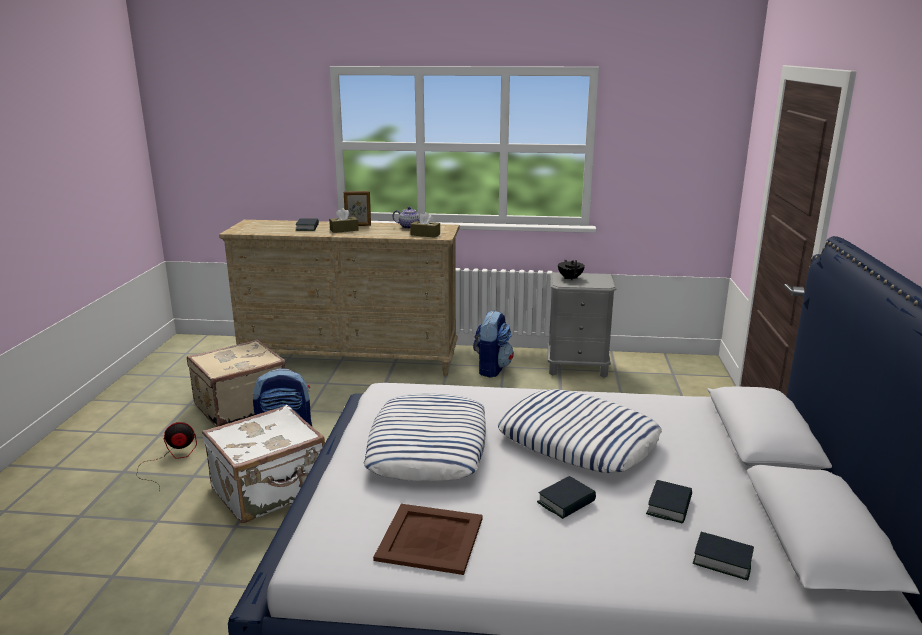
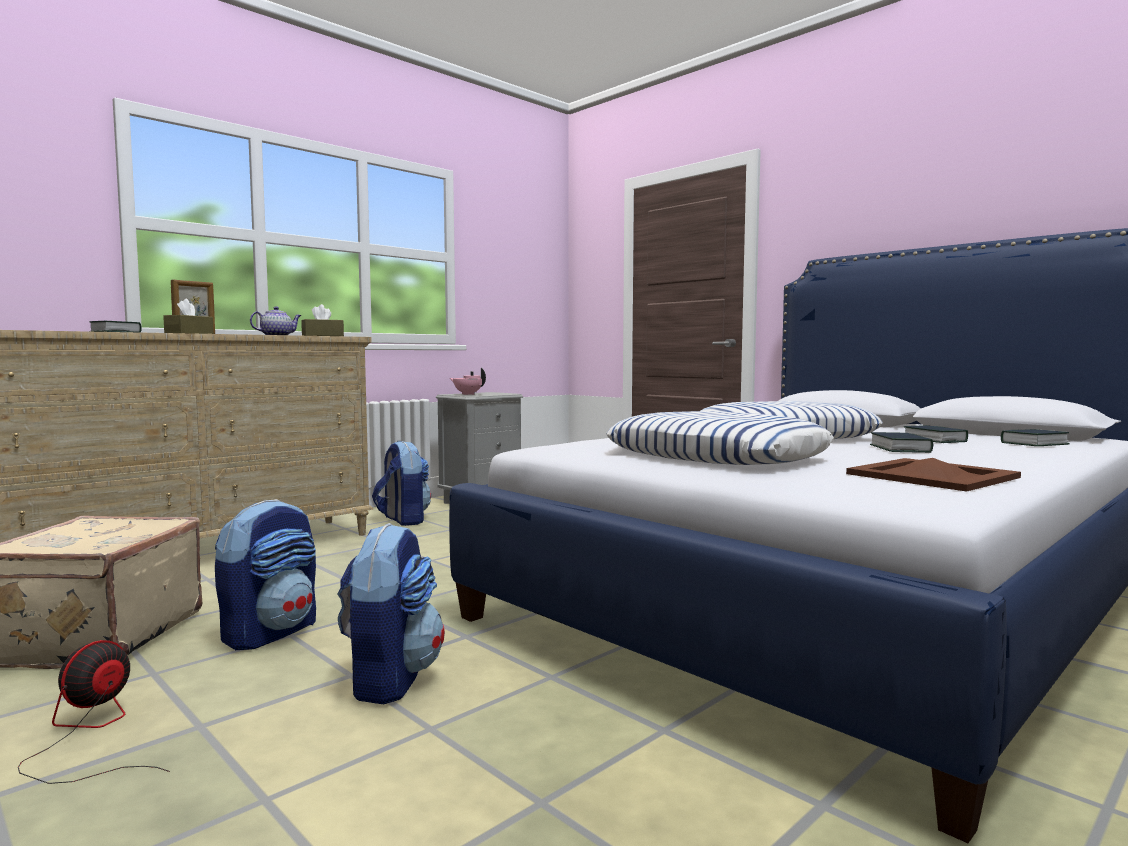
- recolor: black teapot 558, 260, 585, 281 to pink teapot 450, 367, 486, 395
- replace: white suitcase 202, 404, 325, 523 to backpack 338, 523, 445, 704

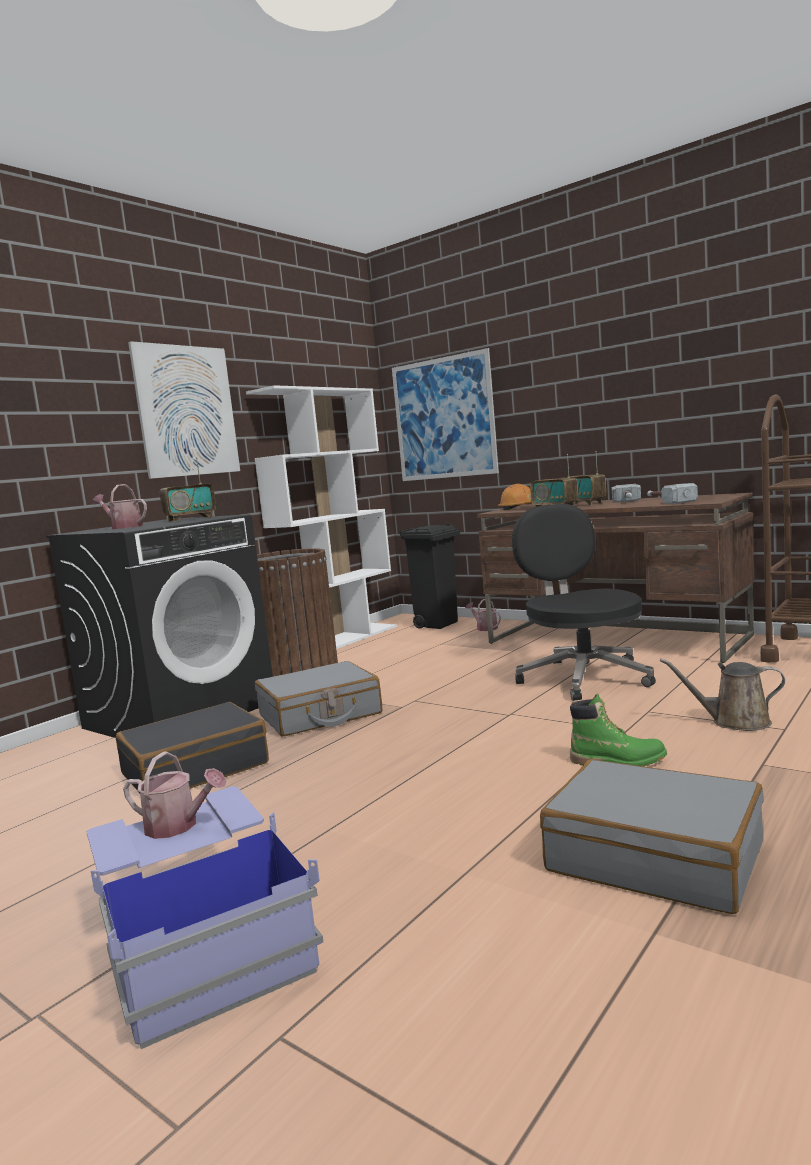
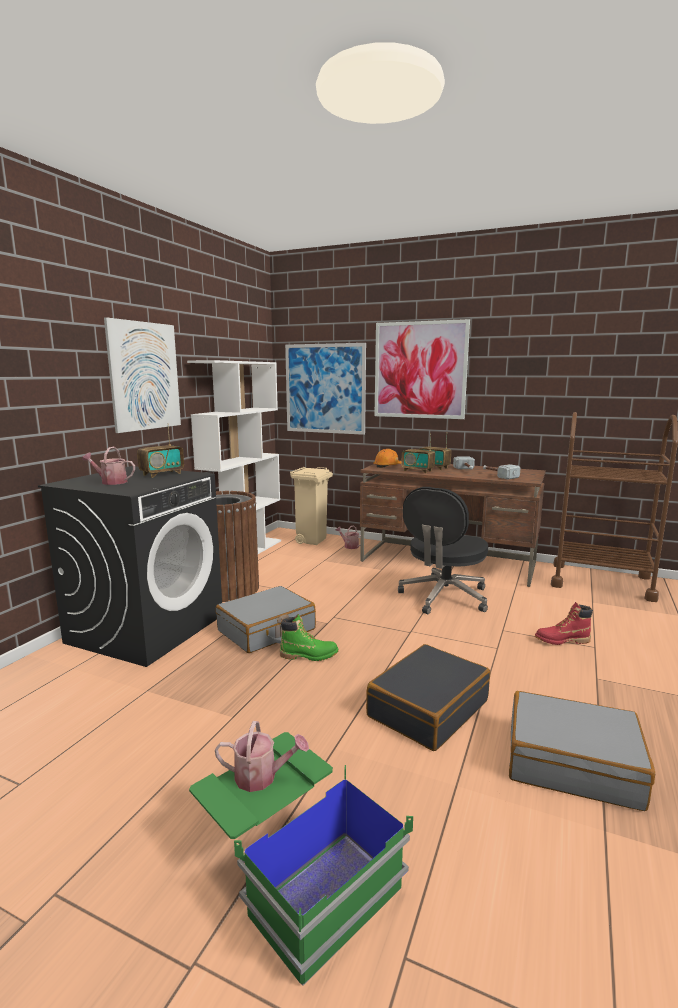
- rotate: black office chair 512, 504, 656, 701 = 398, 487, 488, 614 120 degrees counterclockwise
- recolor: black trash can 399, 524, 460, 629 to beige trash can 290, 467, 333, 545
- replace: brown watering can 660, 659, 785, 731 to red boot 535, 602, 593, 645
- move: green boot 570, 694, 667, 766 to 280, 614, 339, 661
- move: black suitcase 116, 702, 269, 793 to 366, 644, 490, 751
- recolor: blue storage box 87, 786, 323, 1049 to green storage box 189, 732, 413, 986
- insert: picture 375, 319, 470, 419

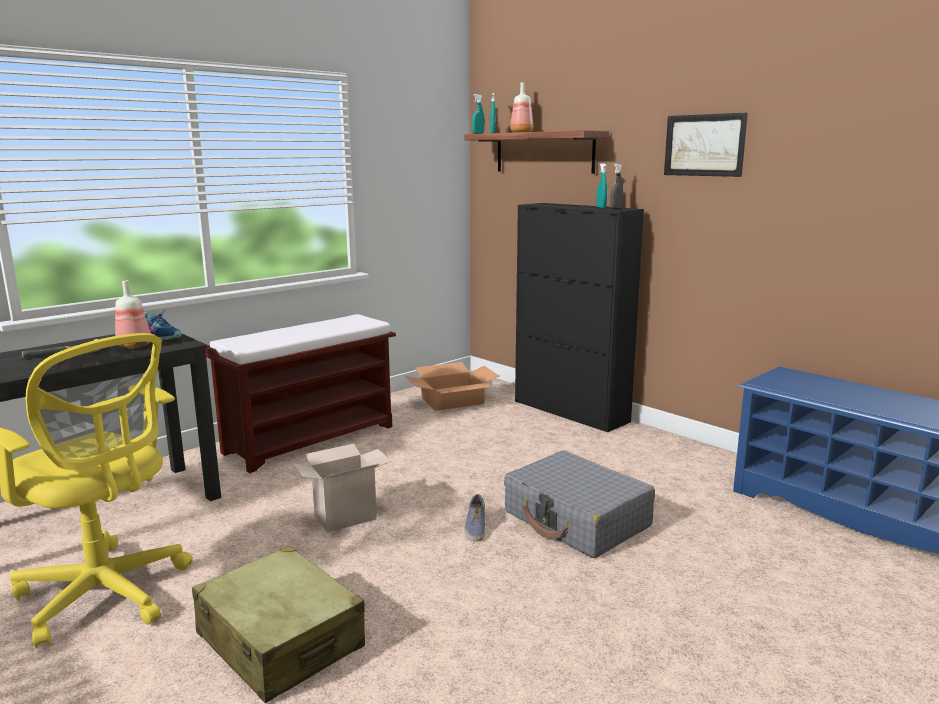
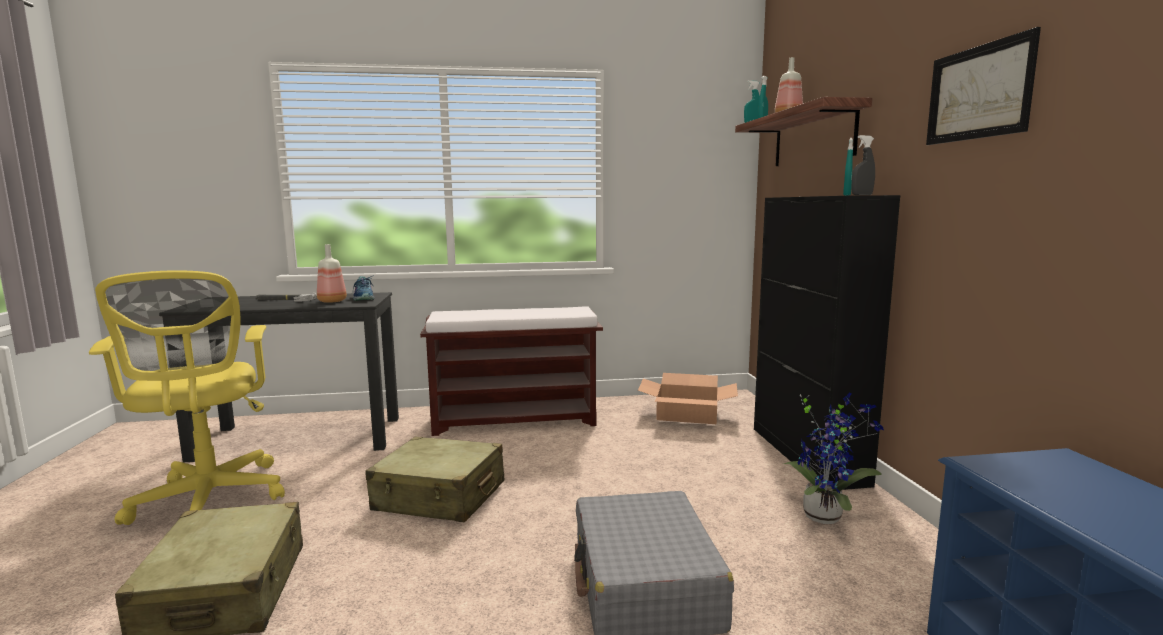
- replace: cardboard box 293, 444, 392, 533 to beige suitcase 365, 437, 504, 522
- delete: shoe 464, 494, 485, 542
- insert: potted plant 784, 392, 884, 524

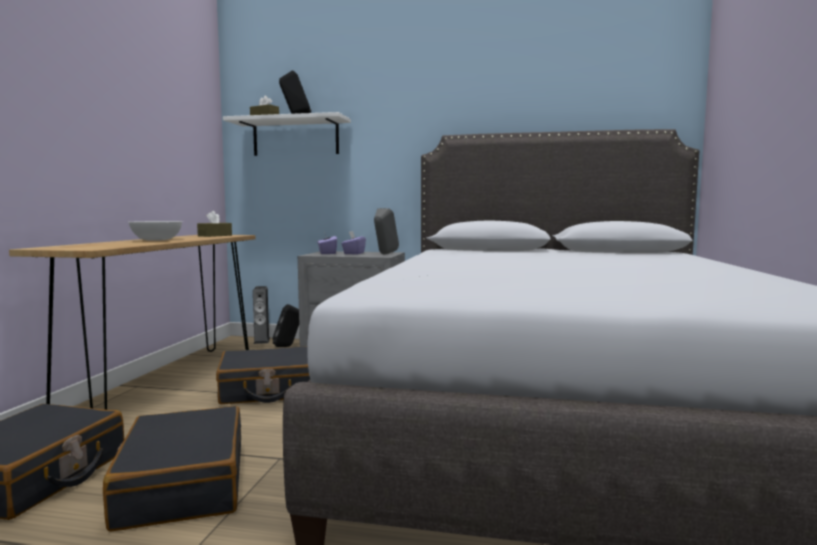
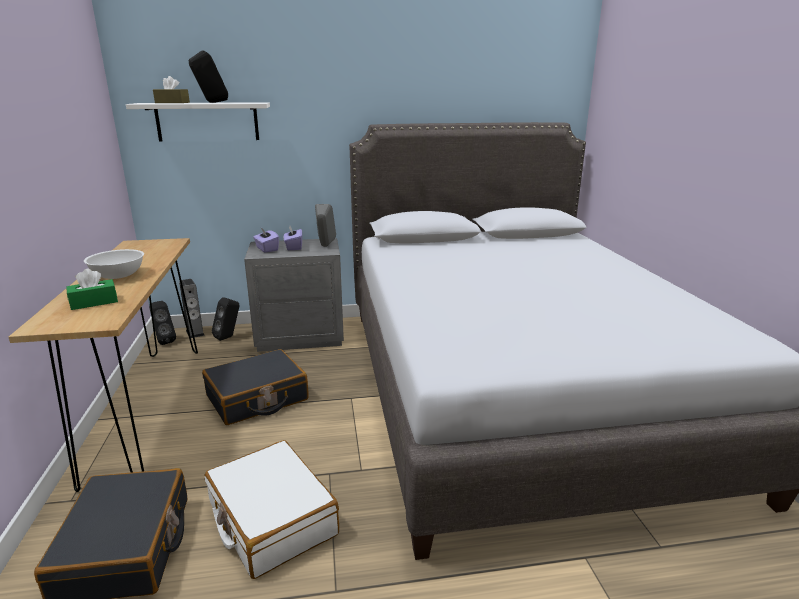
- delete: brown tissue box 197, 211, 232, 237
- recolor: black suitcase 103, 406, 241, 532 to white suitcase 205, 440, 339, 579
- insert: green tissue box 66, 268, 118, 310
- insert: black speaker 149, 301, 176, 345

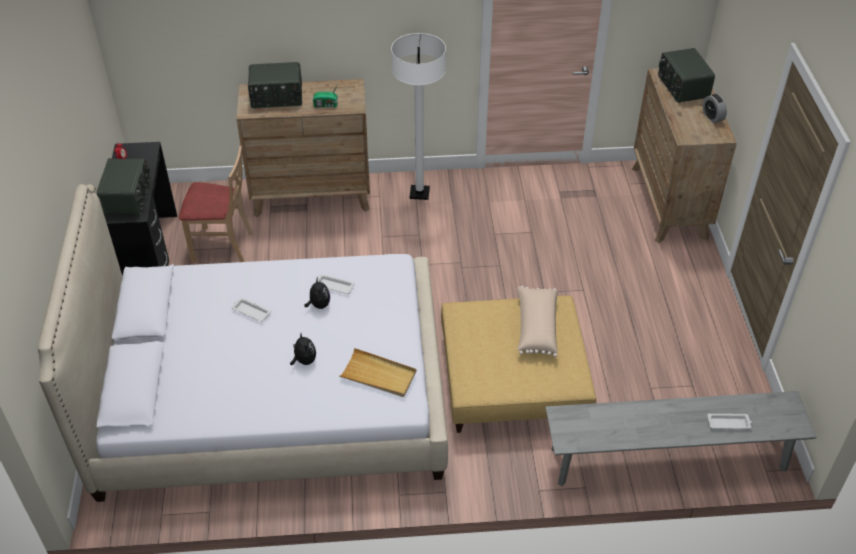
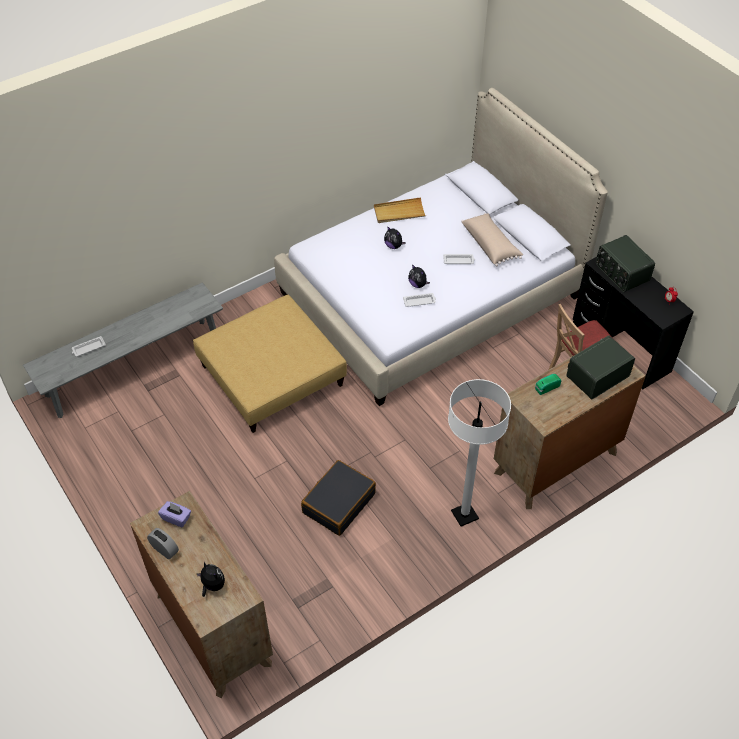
- replace: radio 658, 48, 715, 103 to plush toy 197, 561, 225, 597
- move: beige pillow 517, 286, 558, 357 to 461, 213, 523, 267
- move: beige tray 339, 348, 417, 397 to 374, 197, 426, 223
- insert: black suitcase 301, 460, 376, 536
- insert: purple tissue box 158, 501, 191, 527

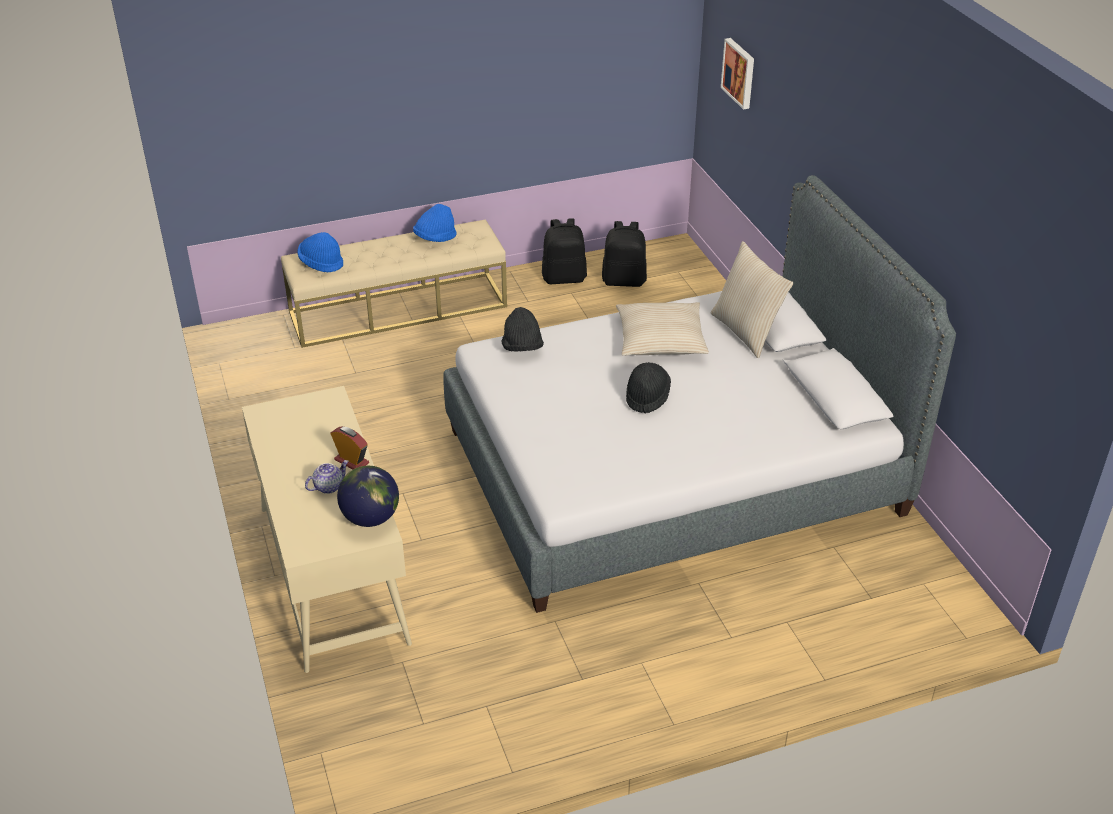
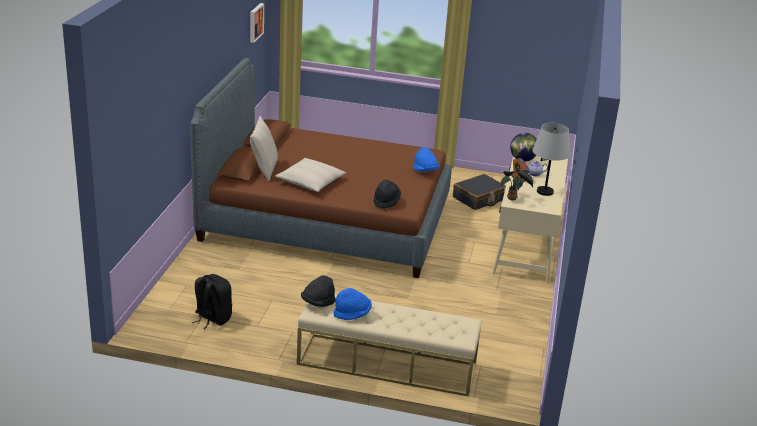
- move: picture 721, 38, 754, 109 to 250, 3, 264, 43
- recolor: grey bed 443, 175, 956, 613 to brown bed 190, 58, 452, 278
- delete: black backpack 542, 218, 587, 284
- move: blue hat 297, 232, 343, 272 to 413, 147, 440, 172
- move: black hat 626, 362, 671, 414 to 301, 275, 336, 307
- insert: grey table lamp 533, 123, 570, 196
- insert: potted plant 501, 171, 533, 200
- insert: black suitcase 453, 174, 506, 210

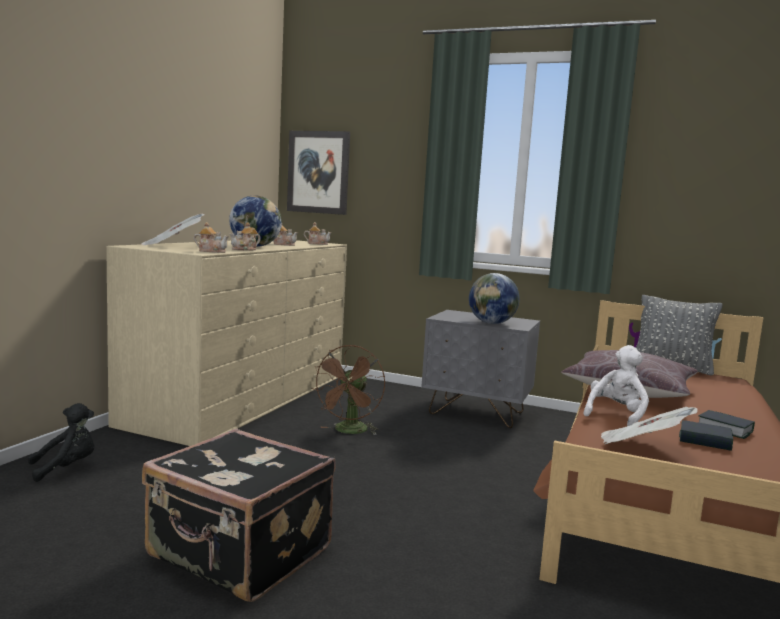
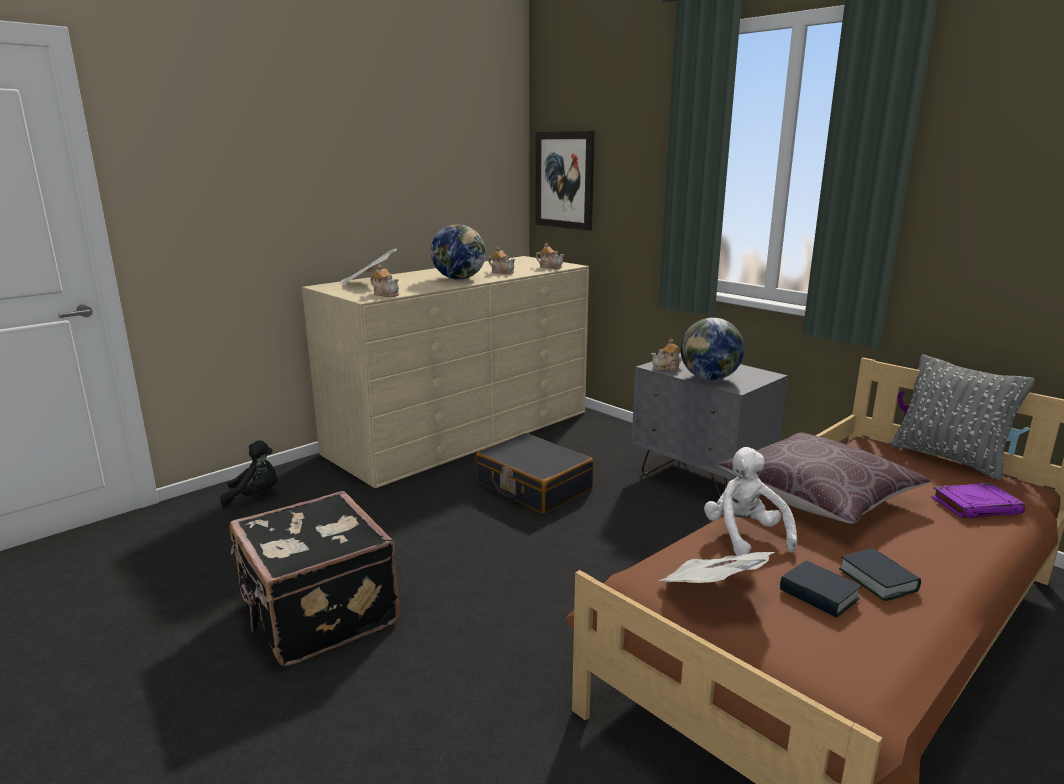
- move: teapot 230, 222, 261, 251 to 651, 339, 682, 371
- replace: brown fan 311, 345, 385, 435 to black suitcase 475, 433, 594, 514
- rotate: white plush toy 583, 345, 649, 426 = 704, 447, 797, 556 75 degrees counterclockwise
- insert: purple book 932, 483, 1025, 518

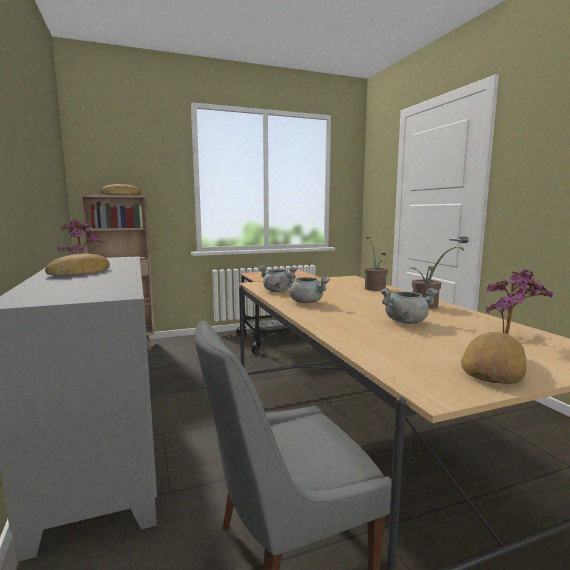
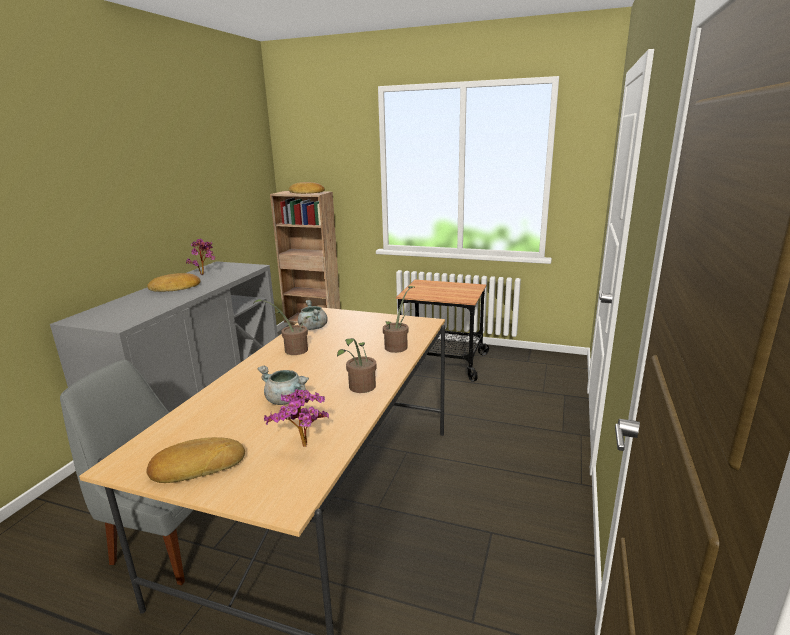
- replace: grey cooking pot 285, 272, 330, 303 to potted plant 254, 299, 312, 355

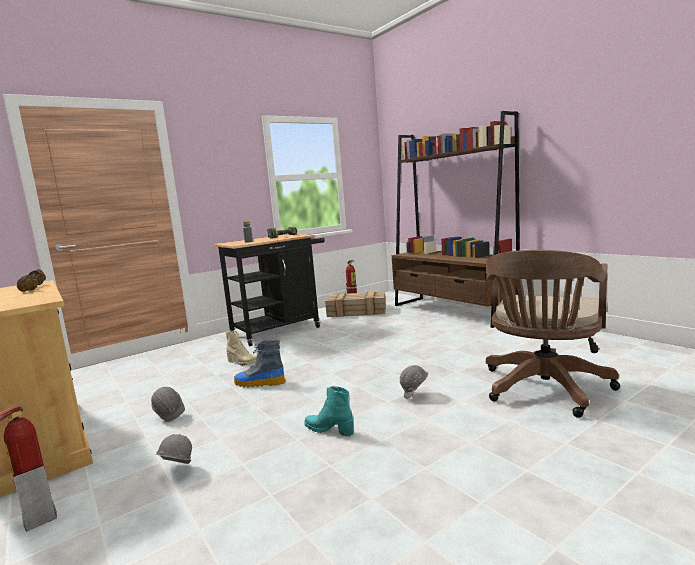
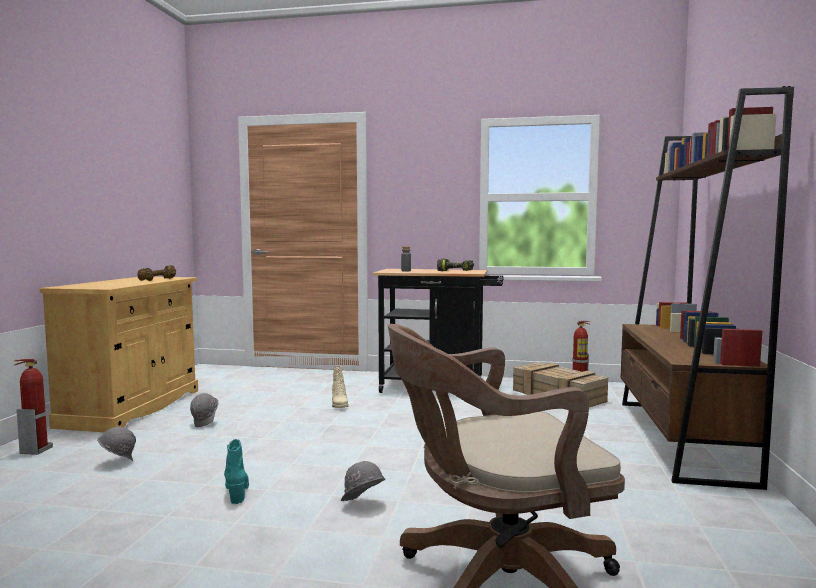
- delete: boot 234, 340, 286, 388

